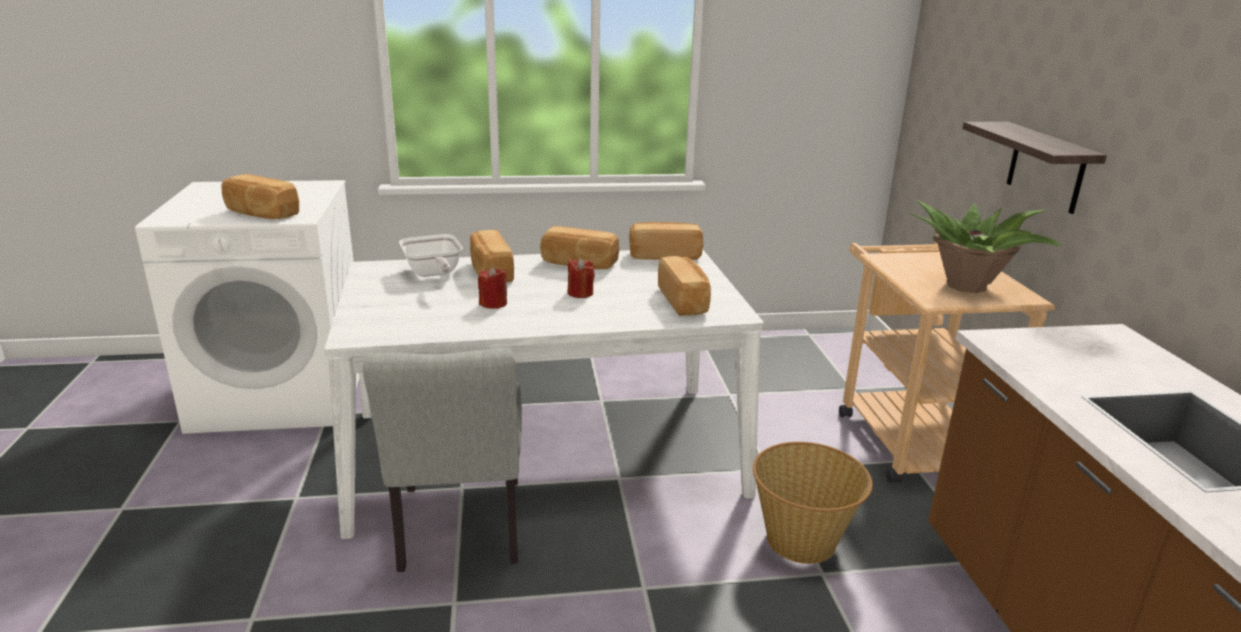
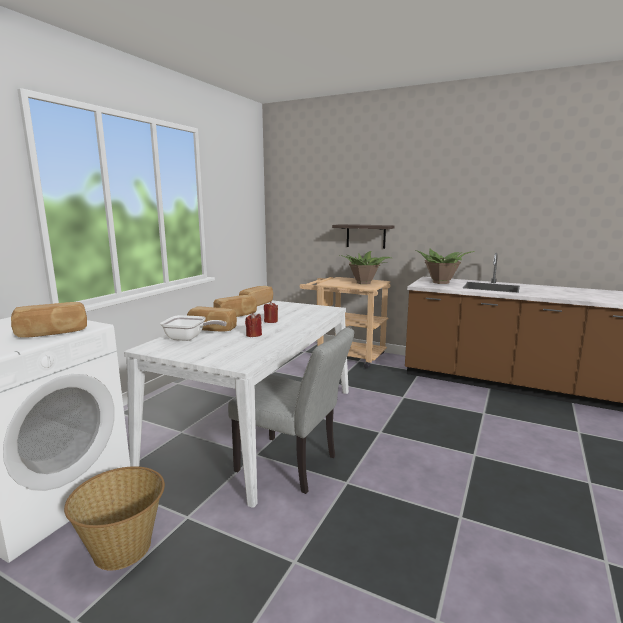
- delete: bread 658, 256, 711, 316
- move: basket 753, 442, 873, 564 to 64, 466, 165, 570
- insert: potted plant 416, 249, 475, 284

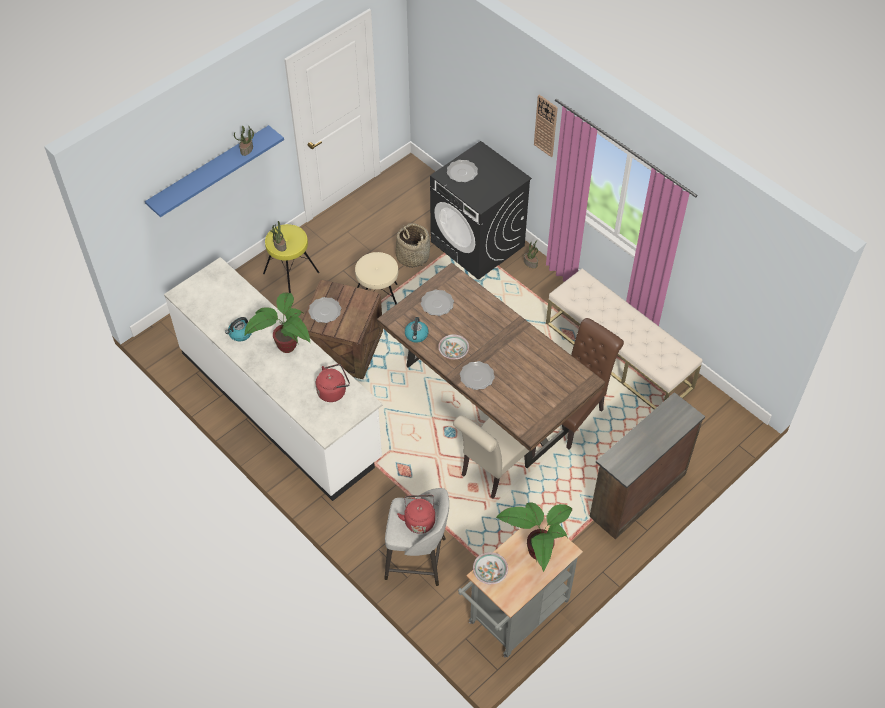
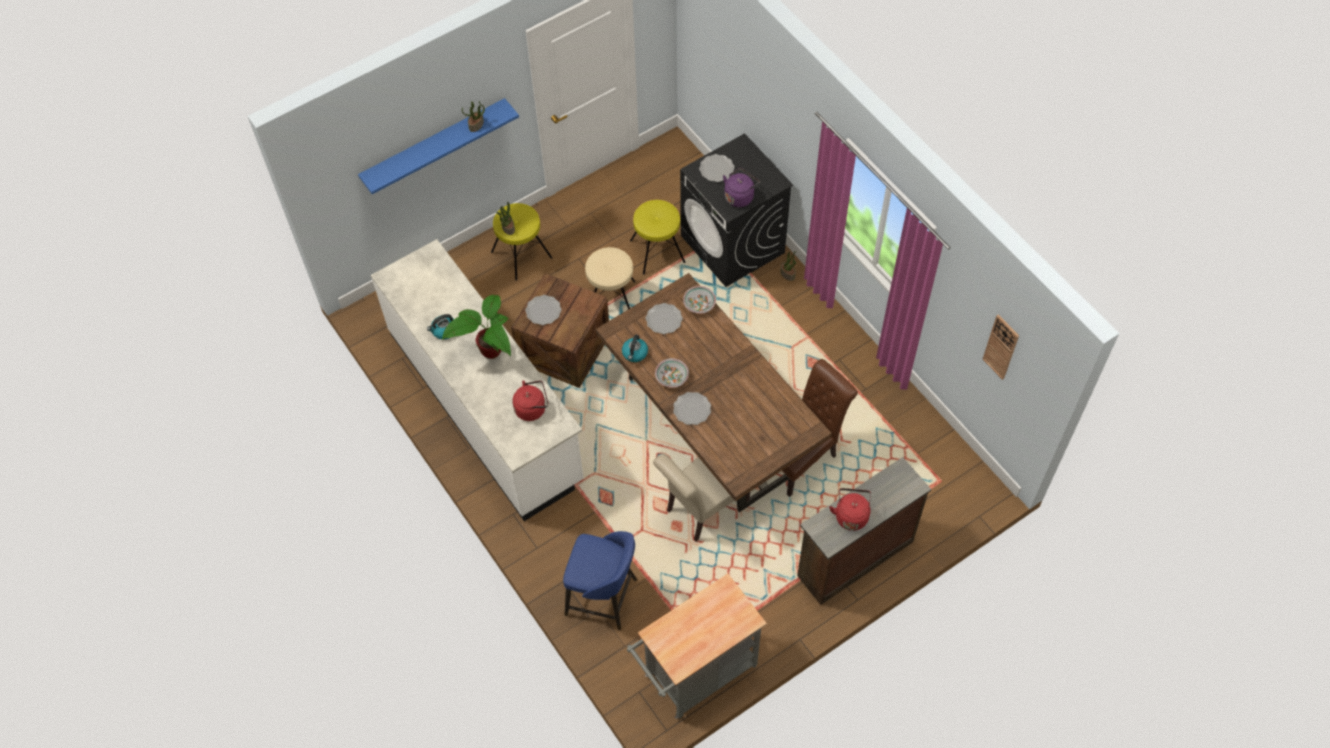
- move: wall clock 534, 95, 558, 157 to 983, 315, 1019, 380
- replace: basket 396, 223, 430, 268 to yellow stool 630, 200, 685, 275
- delete: beige bench 546, 268, 702, 410
- recolor: grey stool 384, 488, 449, 586 to blue stool 563, 531, 637, 630
- move: red kettle 397, 495, 435, 534 to 829, 488, 871, 531
- delete: potted plant 496, 502, 572, 572
- move: bowl 473, 552, 508, 584 to 683, 286, 716, 313
- insert: purple kettle 723, 167, 760, 207

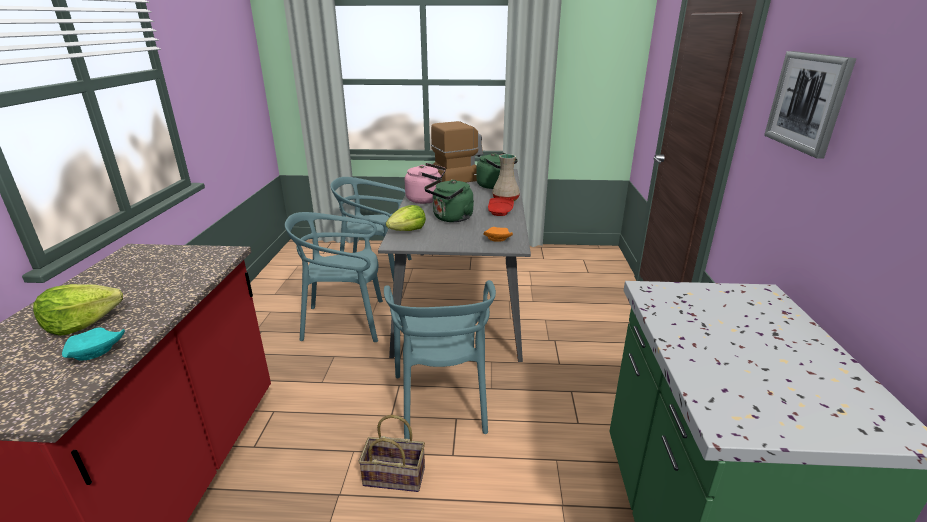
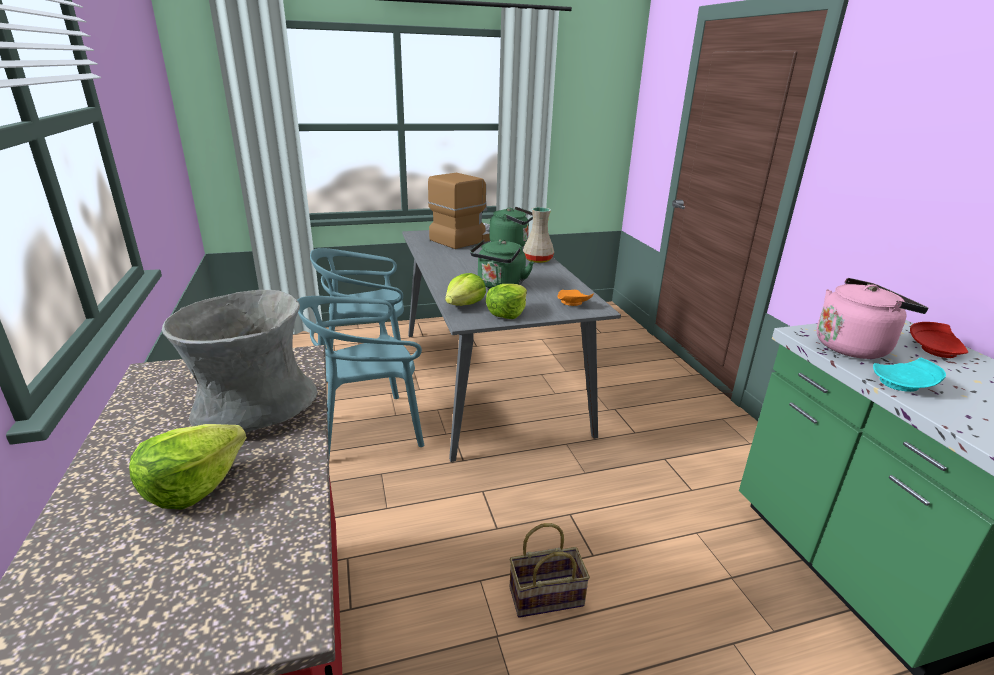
- delete: picture 764, 51, 857, 159
- move: pink kettle 405, 163, 446, 204 to 817, 278, 928, 359
- move: red plate 488, 198, 514, 216 to 910, 322, 968, 358
- delete: turquoise chair 384, 280, 496, 439
- move: turquoise plate 62, 328, 125, 361 to 873, 358, 946, 392
- insert: lettuce 486, 284, 527, 319
- insert: grey vase 162, 290, 318, 433

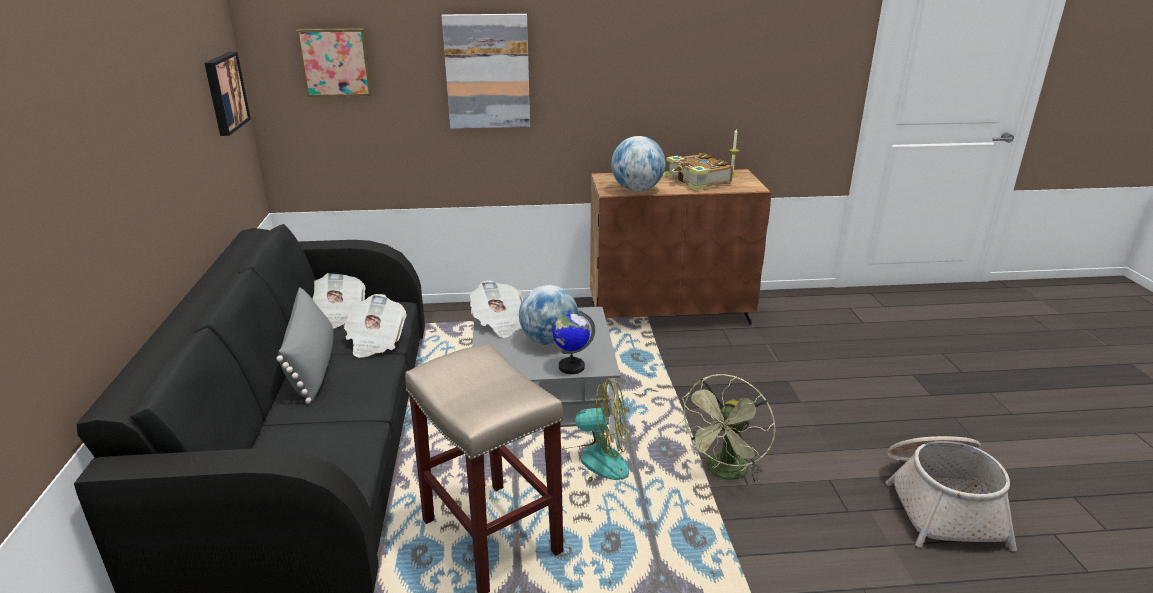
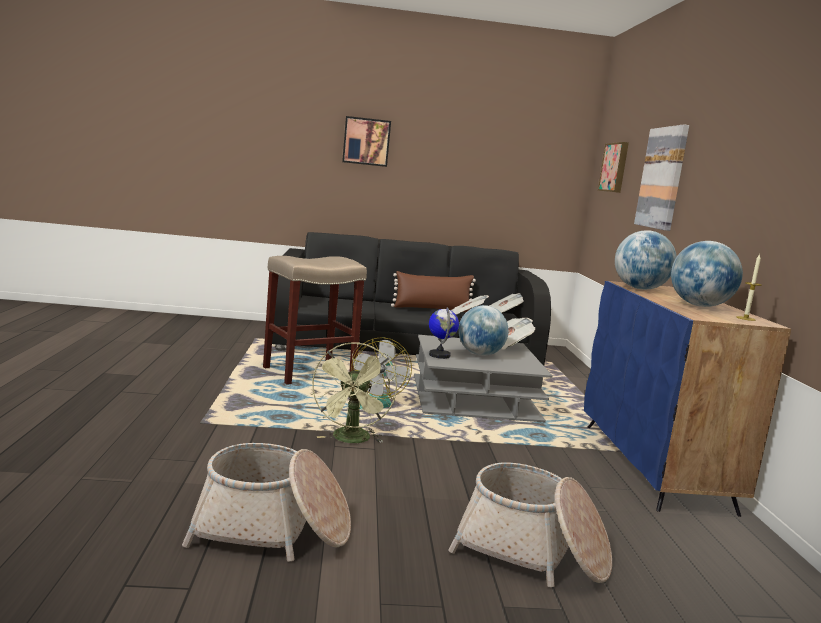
- move: picture 204, 52, 251, 136 to 342, 116, 391, 167
- replace: book 666, 153, 733, 190 to globe 671, 241, 743, 307
- recolor: brown cabinet 590, 169, 771, 325 to blue cabinet 584, 281, 791, 517
- recolor: grey pillow 276, 287, 334, 404 to brown pillow 391, 271, 476, 312
- rotate: green fan 678, 374, 776, 483 = 310, 342, 397, 443 120 degrees counterclockwise
- insert: basket 448, 463, 612, 587

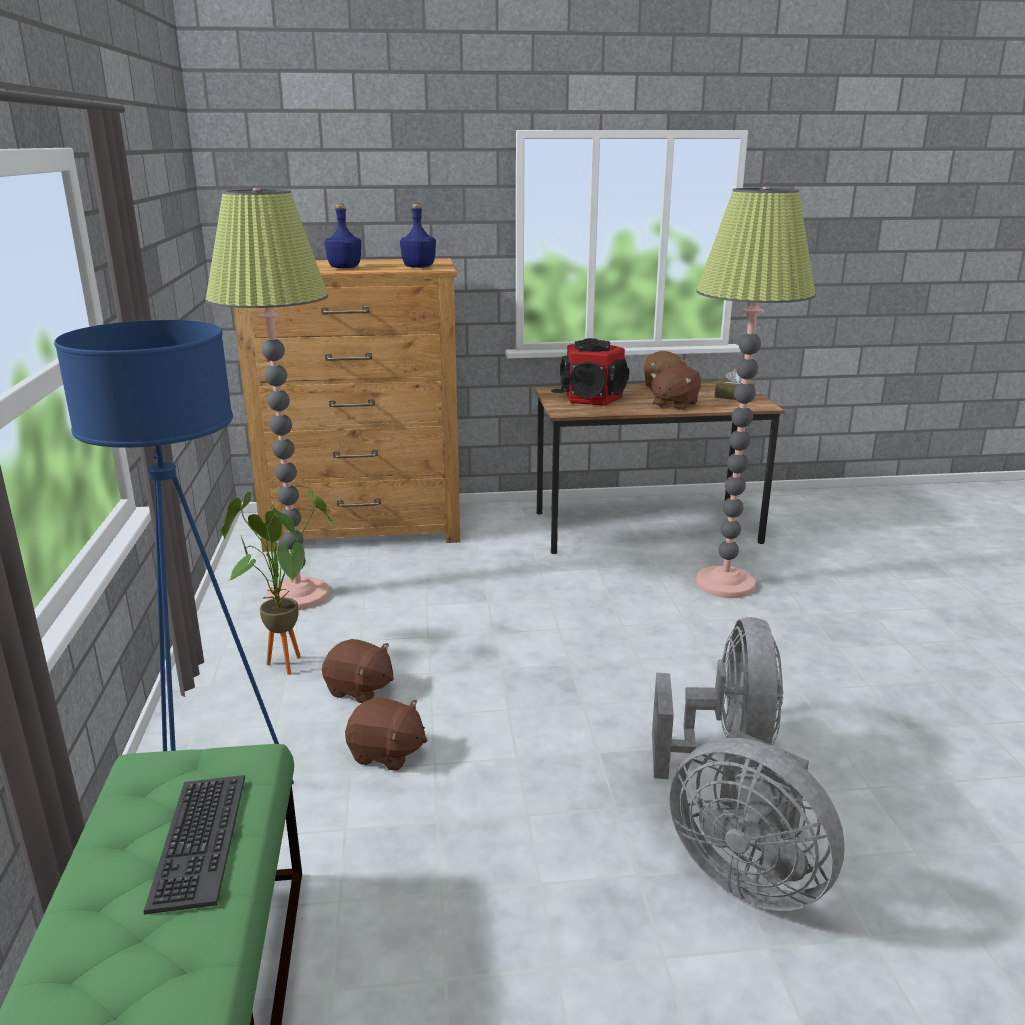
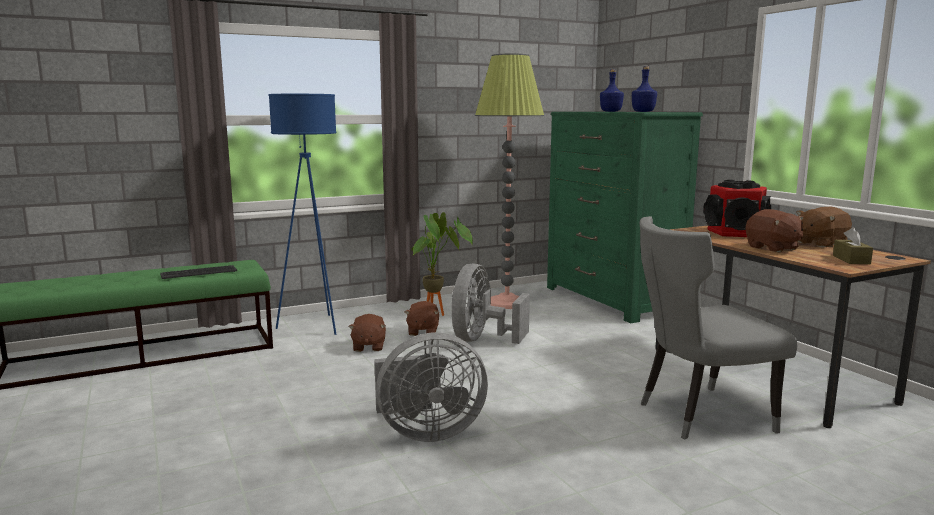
- replace: floor lamp 695, 187, 816, 598 to grey chair 640, 216, 797, 439
- recolor: brown dresser 233, 258, 460, 552 to green dresser 547, 112, 703, 323
- rotate: brown plush toy 650, 365, 701, 411 = 746, 209, 804, 252 135 degrees counterclockwise
- move: grey fan 670, 729, 845, 911 to 452, 264, 530, 344

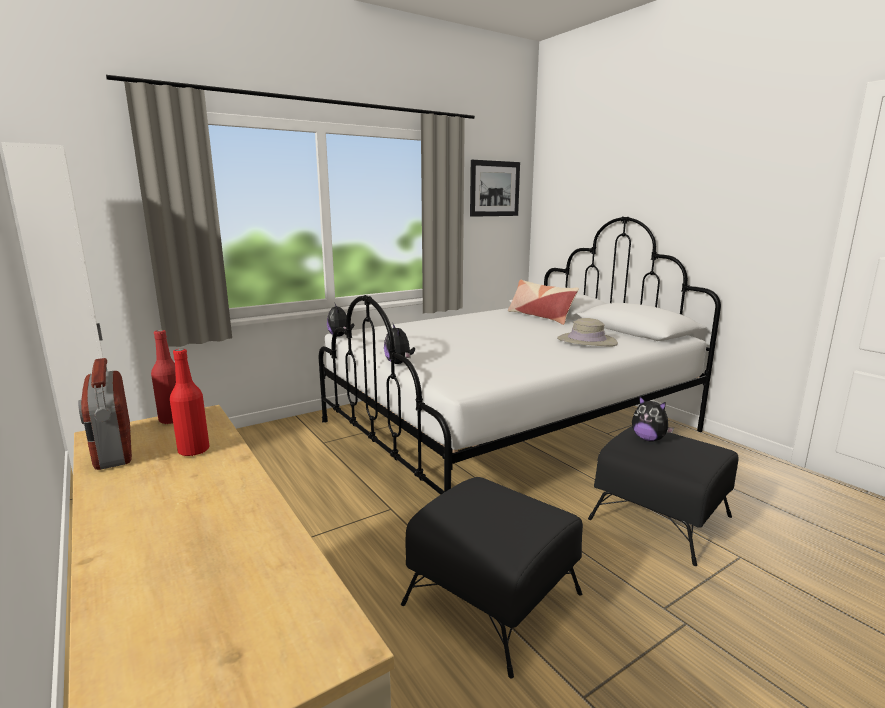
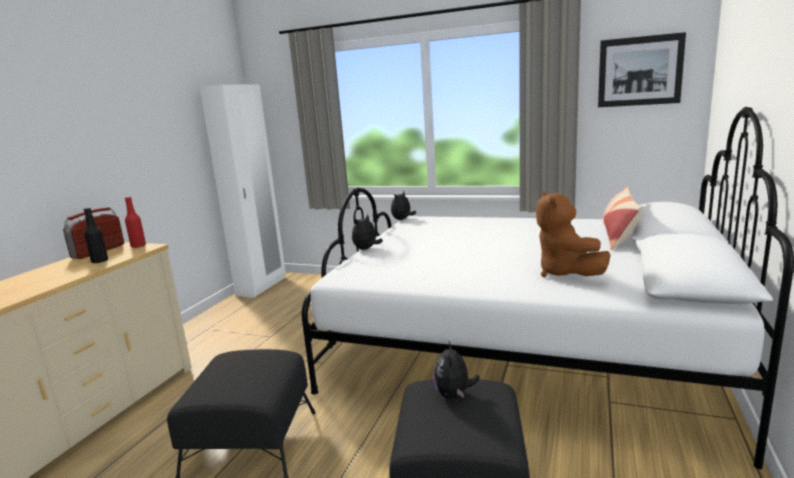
- replace: beige hat 557, 318, 618, 347 to brown plush toy 536, 191, 611, 277
- recolor: red bottle 170, 349, 210, 456 to black bottle 84, 207, 108, 263

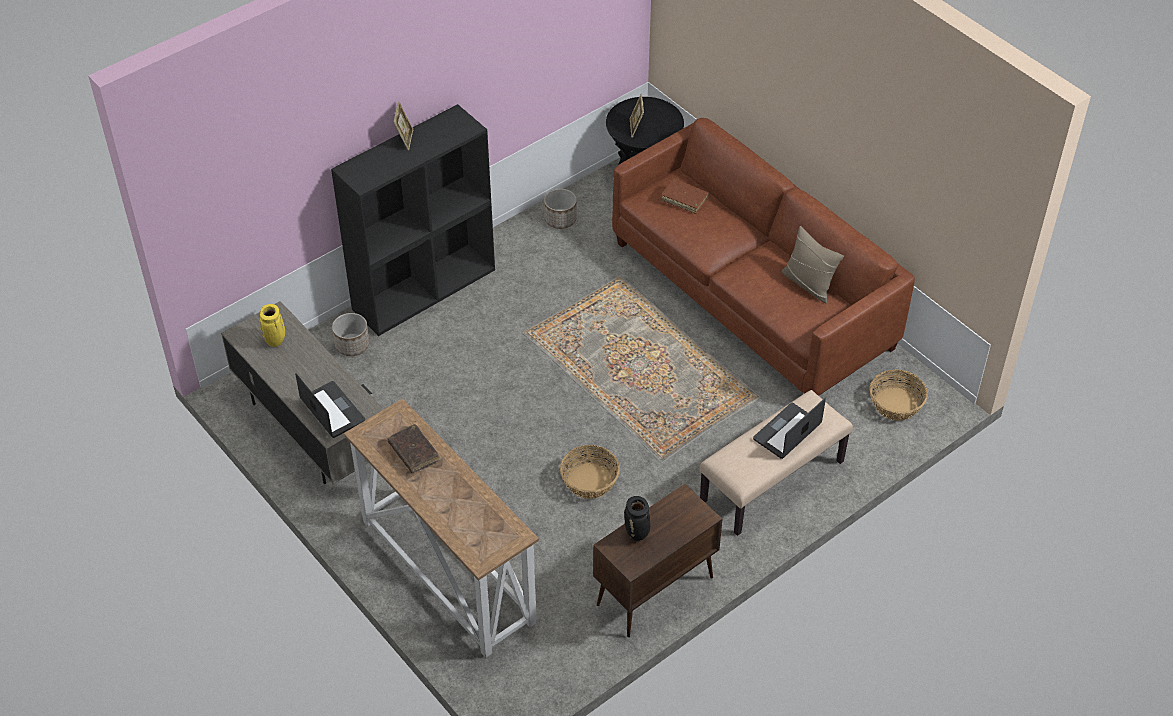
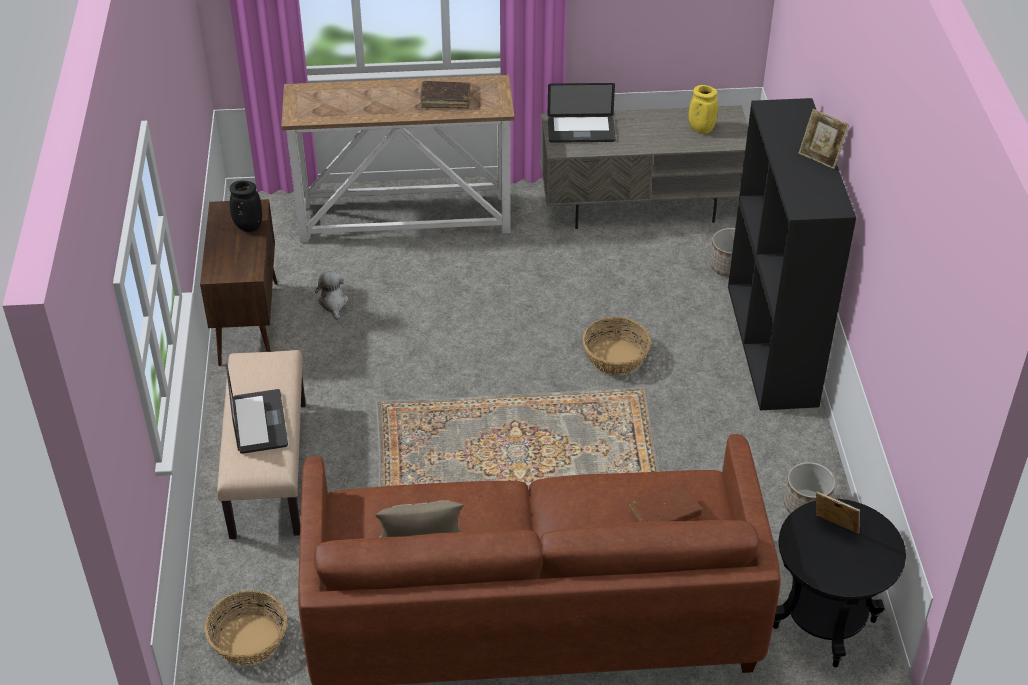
- move: basket 560, 445, 620, 499 to 582, 317, 651, 375
- insert: plush toy 315, 271, 349, 320

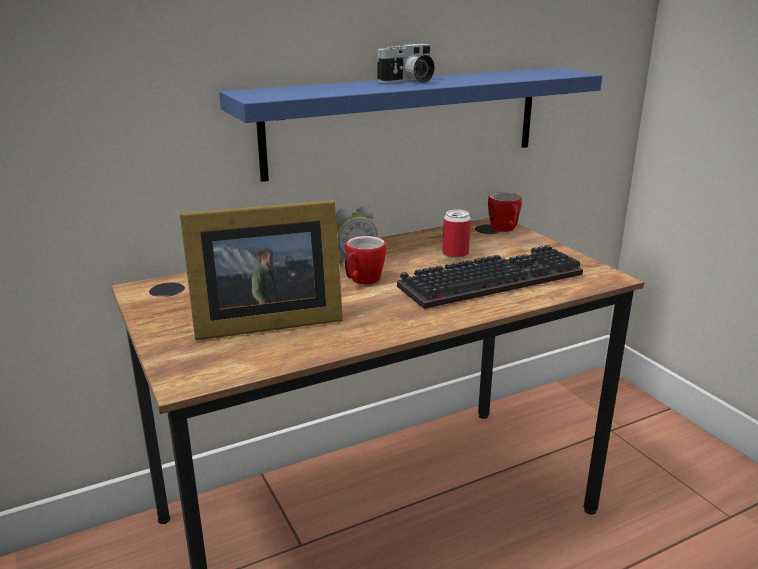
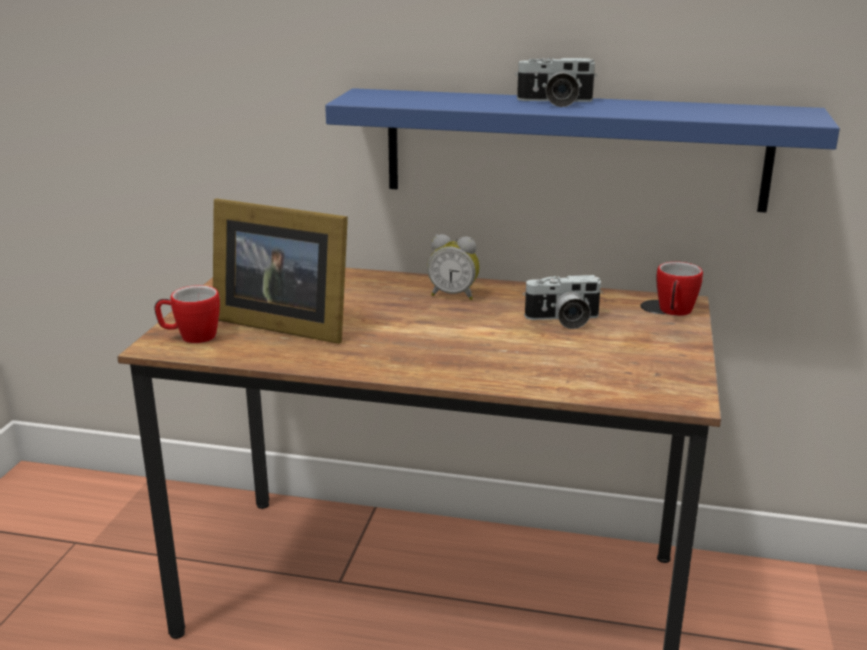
- replace: can 442, 209, 471, 258 to photo camera 523, 275, 603, 329
- move: mug 345, 236, 386, 285 to 154, 285, 220, 343
- delete: keyboard 397, 245, 583, 309

